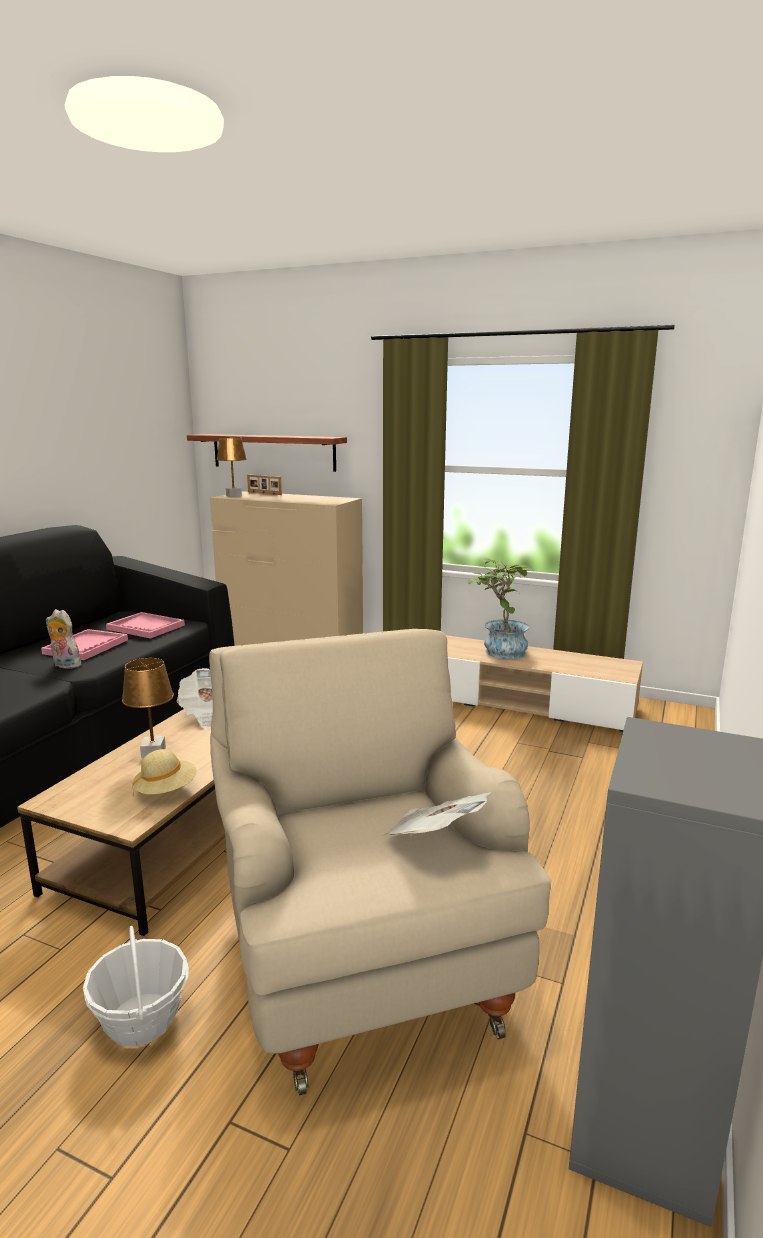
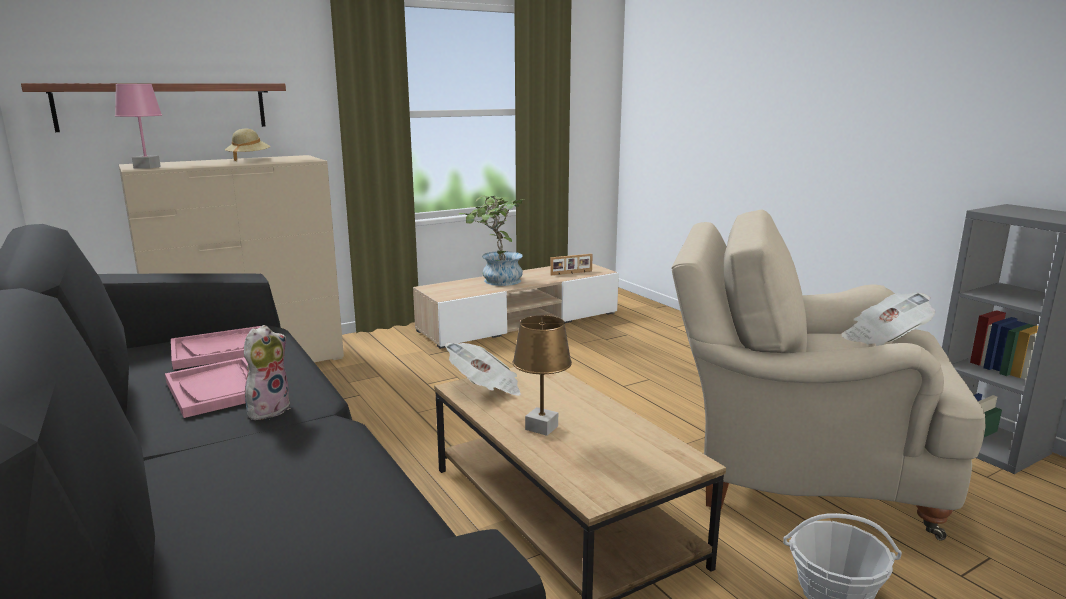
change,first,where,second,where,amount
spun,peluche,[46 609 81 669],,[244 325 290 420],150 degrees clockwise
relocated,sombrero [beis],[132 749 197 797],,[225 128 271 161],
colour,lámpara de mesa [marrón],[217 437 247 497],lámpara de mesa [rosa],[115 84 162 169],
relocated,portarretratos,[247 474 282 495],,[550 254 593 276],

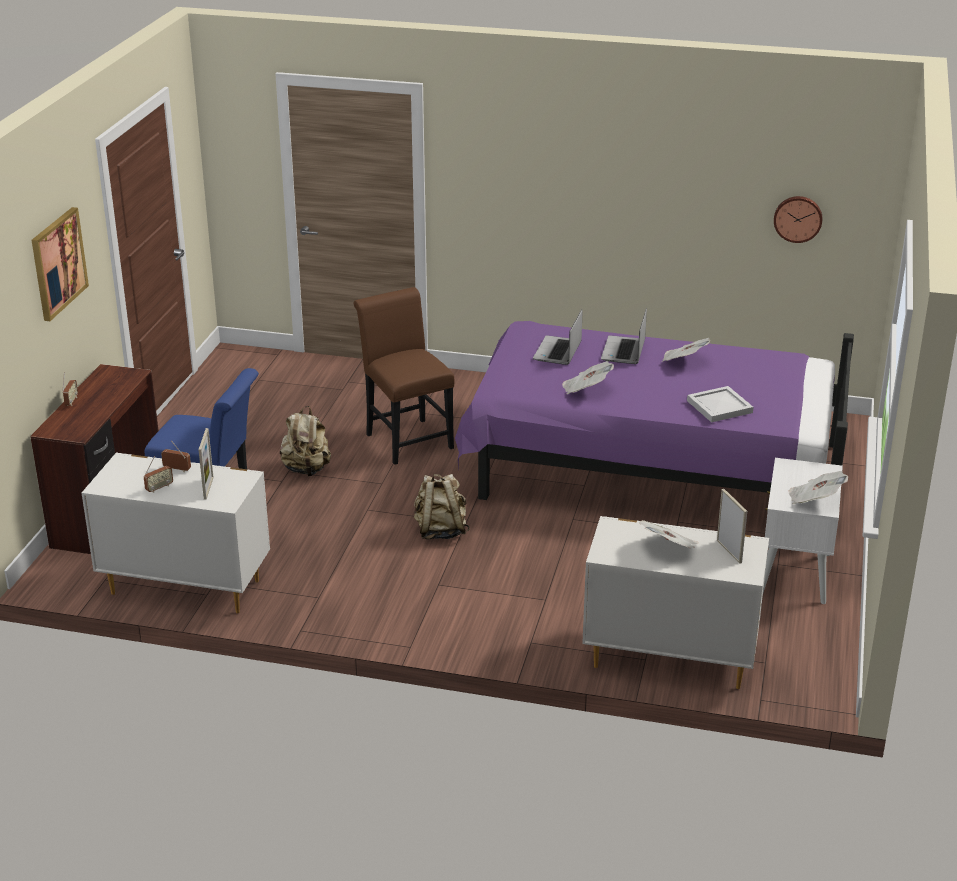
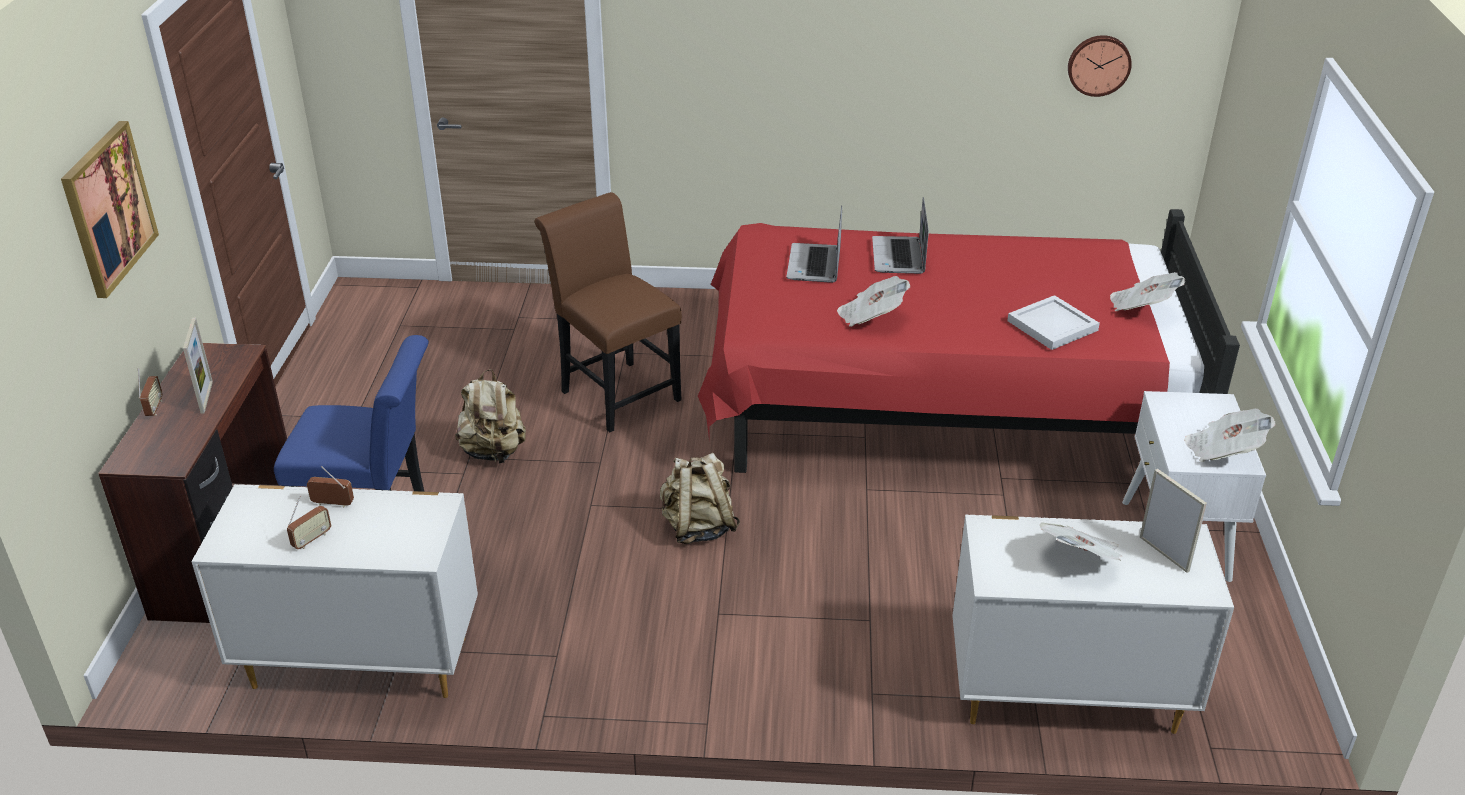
change,first,where,second,where,amount
relocated,portarretratos,[198 428 214 499],,[183 317 213 414],
colour,cama [morado],[455 321 854 500],cama [rojo],[698 209 1240 473],
relocated,periódico,[661 338 710 362],,[1110 272 1185 311],

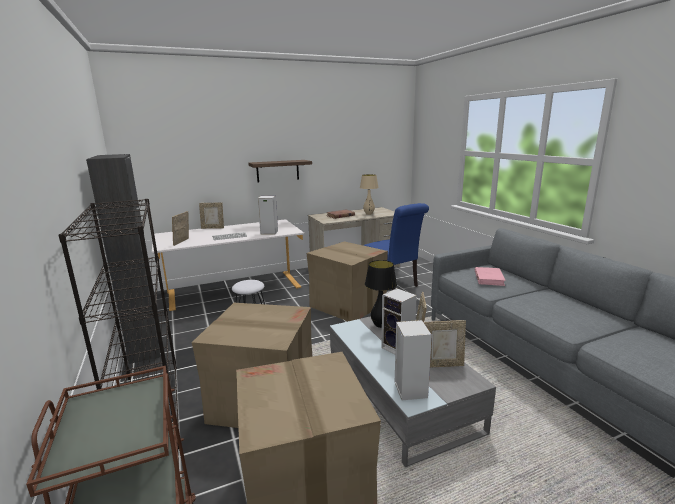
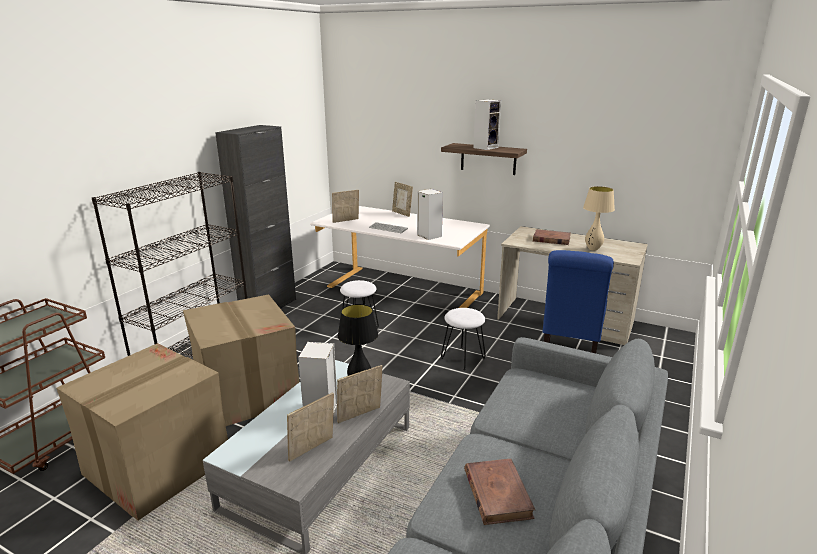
change,first,where,second,where,amount
exchanged,caja de cartón,[307 241 388 321],taburete [blanco],[441 308 486 370],
relocated,altavoz,[395 320 432 400],,[473 99 501 150],
spun,portarretratos,[424 320 466 368],,[287 392 334 462],90 degrees clockwise
missing,libro [rosa],[475 267 506 286],,,
appeared,,,libro [marrón],[464 459 535 525],

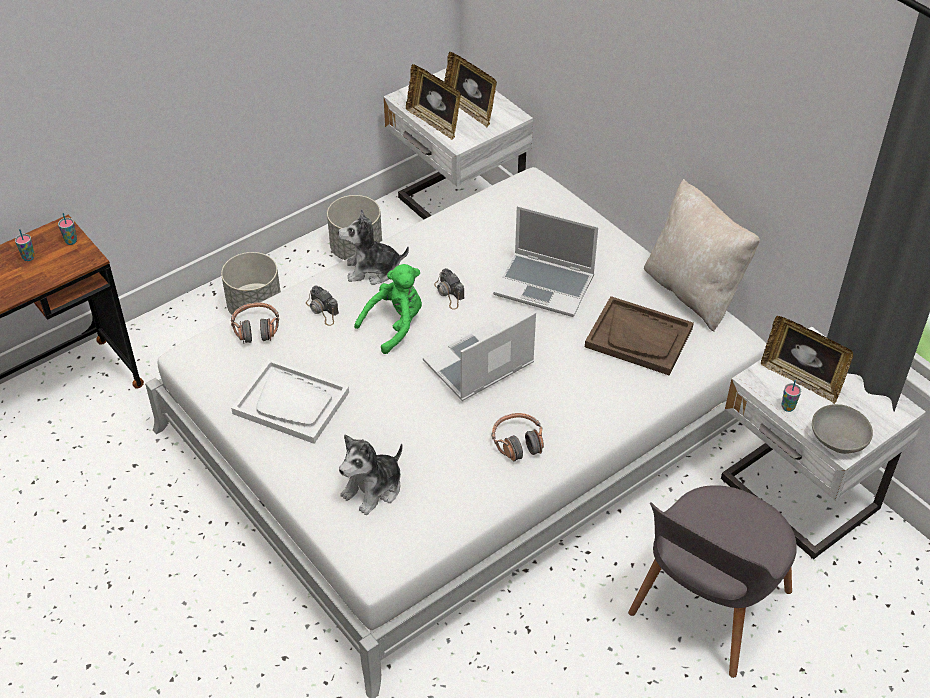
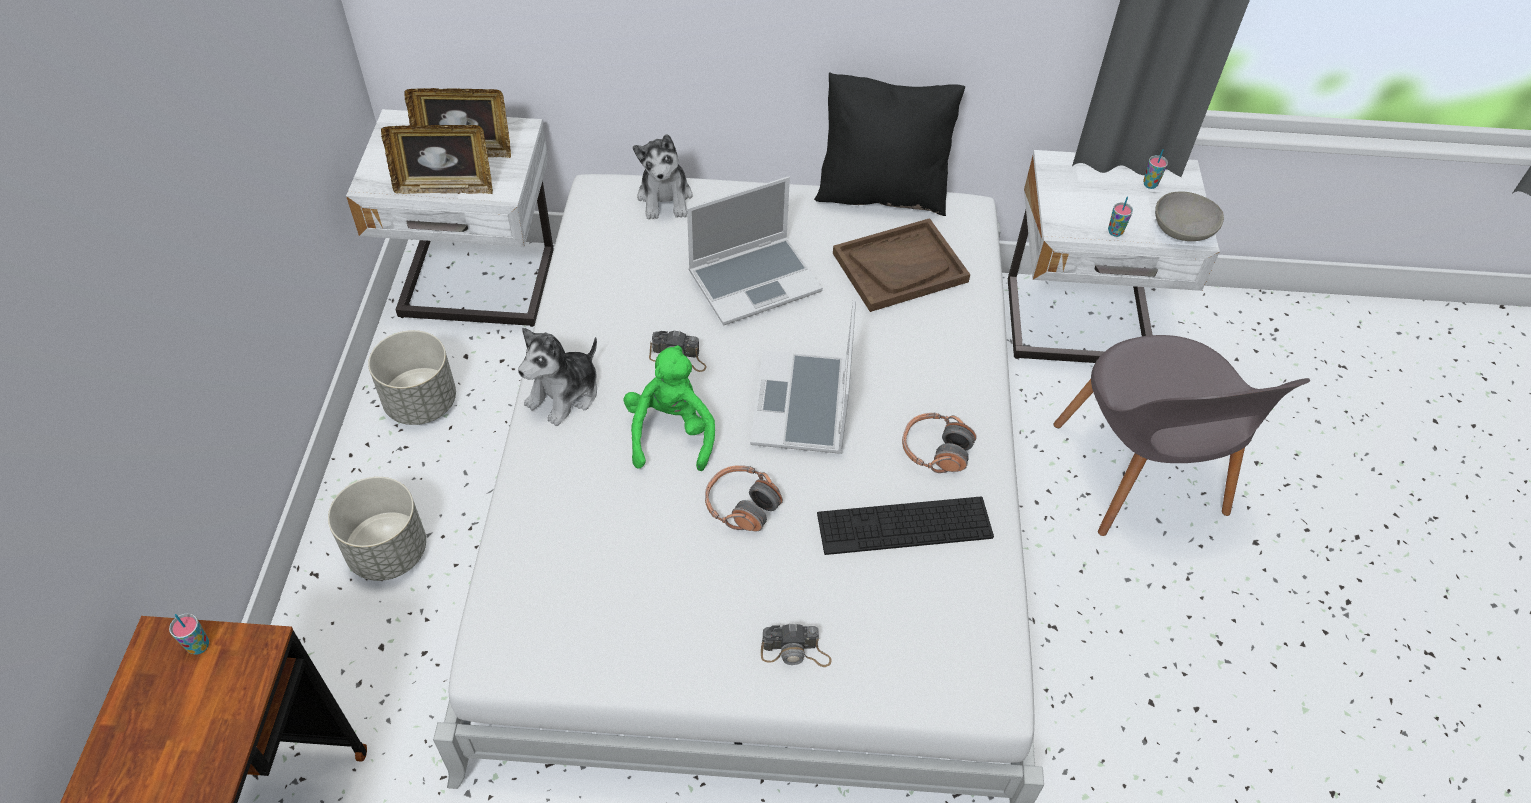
change,first,where,second,where,amount
relocated,taza,[15 229 35 261],,[1143 149 1168 189],
relocated,auriculares,[231 302 279 344],,[705 465 783 531],
missing,bandeja [blanco],[231 359 349 444],,,
relocated,cámara,[306 286 339 326],,[761 624 832 667],
relocated,peluche,[339 434 403 515],,[633 134 693 219],
colour,cojín [beis],[644 179 760 331],cojín [negro],[814 72 965 216],
missing,portarretratos,[761 316 853 404],,,
appeared,,,teclado,[817 496 994 555],

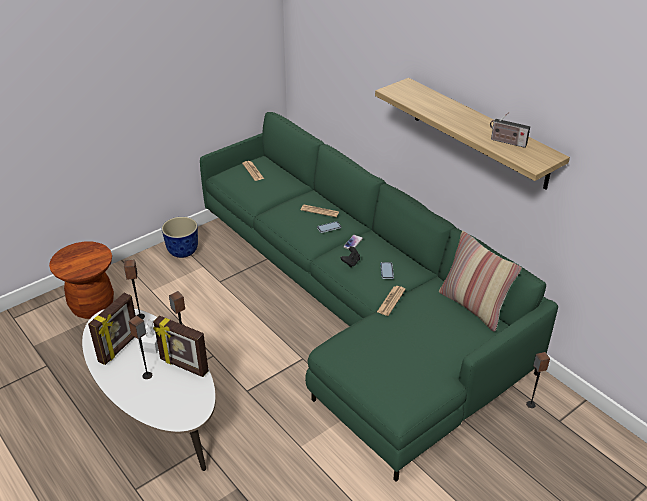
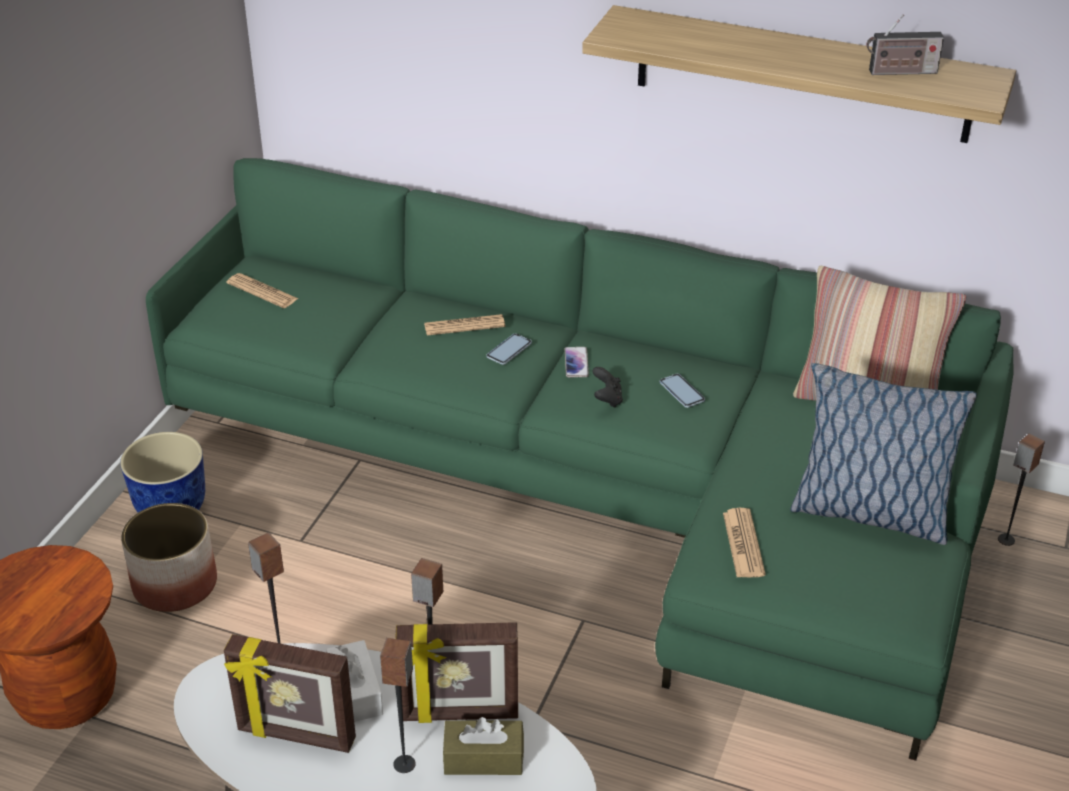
change,first,where,second,where,amount
spun,portarretratos,[88 293 136 365],,[224 634 356 753],105 degrees clockwise
relocated,periódico,[377 286 406 316],,[723 508 766 577],
appeared,,,maceta,[121 503 217 612],
appeared,,,caja de pañuelos [marrón],[443 717 524 775],
appeared,,,cojín,[790 363 977 545],

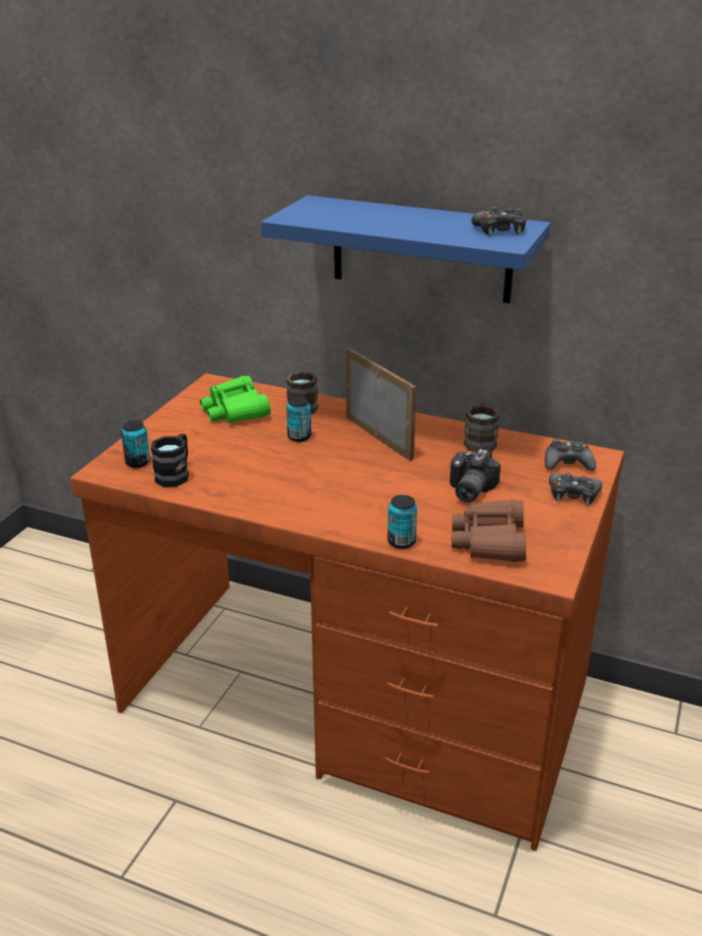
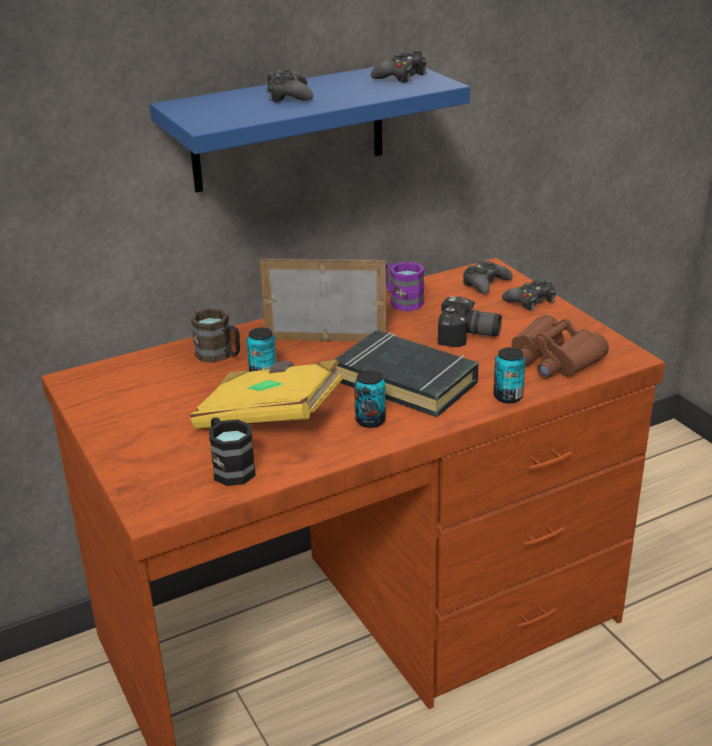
change,first,where,second,where,amount
relocated,lata,[121 420 150 468],,[354 370 386 428],
missing,prismáticos [verde],[200 376 271 423],,,
spun,cámara,[450 449 501 503],,[438 296 502 347],45 degrees counterclockwise
colour,taza grande [marrón],[464 403 500 452],taza grande [morado],[386 262 425 311],
appeared,,,libro [amarillo],[190 360 343 429],
appeared,,,mando de consola [negro],[266 68 313 102],
appeared,,,libro [negro],[334 330 479 417],

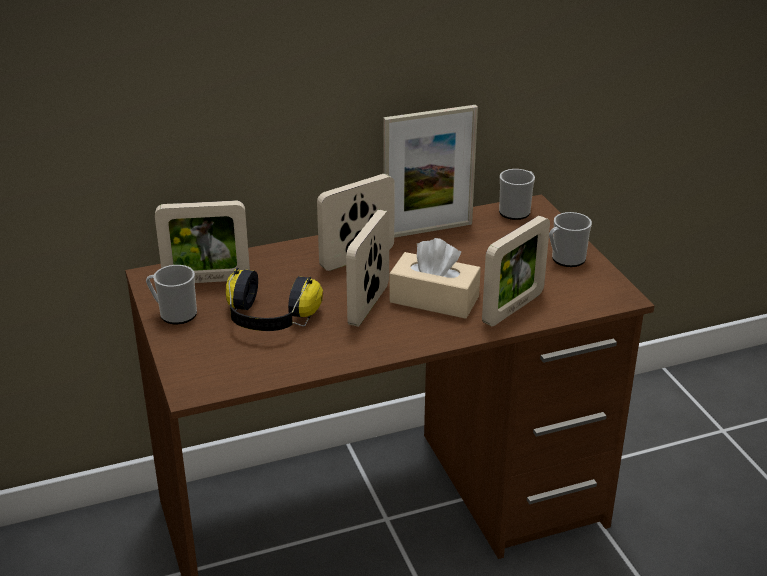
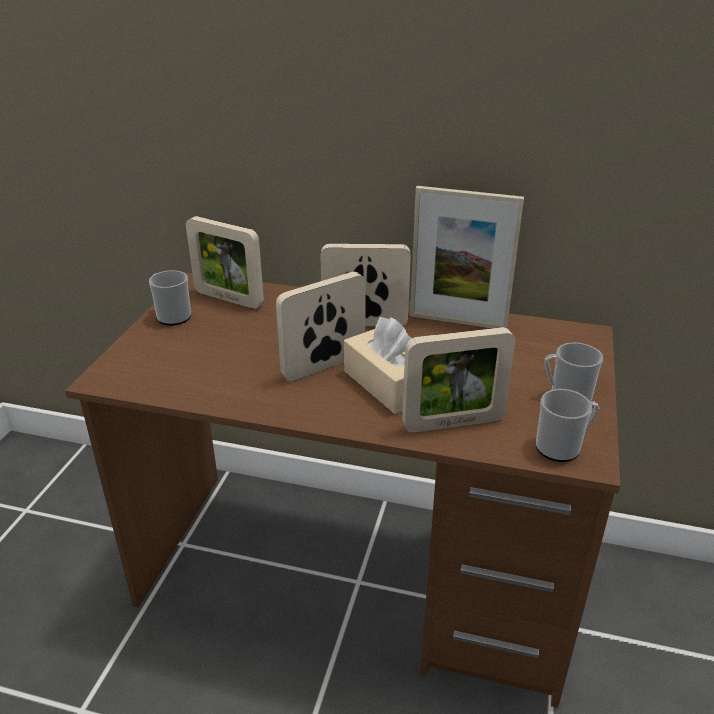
change,first,where,second,where,amount
missing,auriculares,[226 268 323 331],,,
relocated,taza grande,[499 169 535 220],,[536 389 599 462],

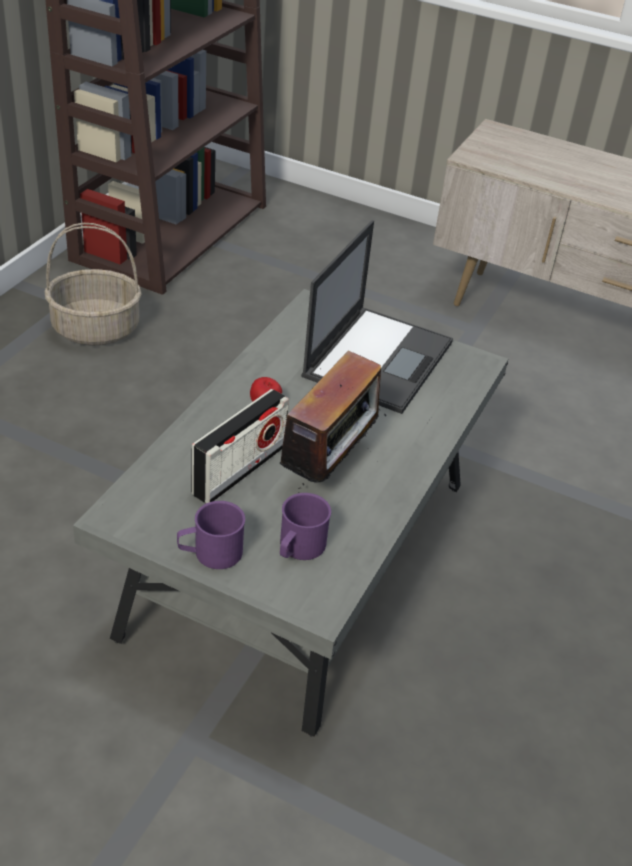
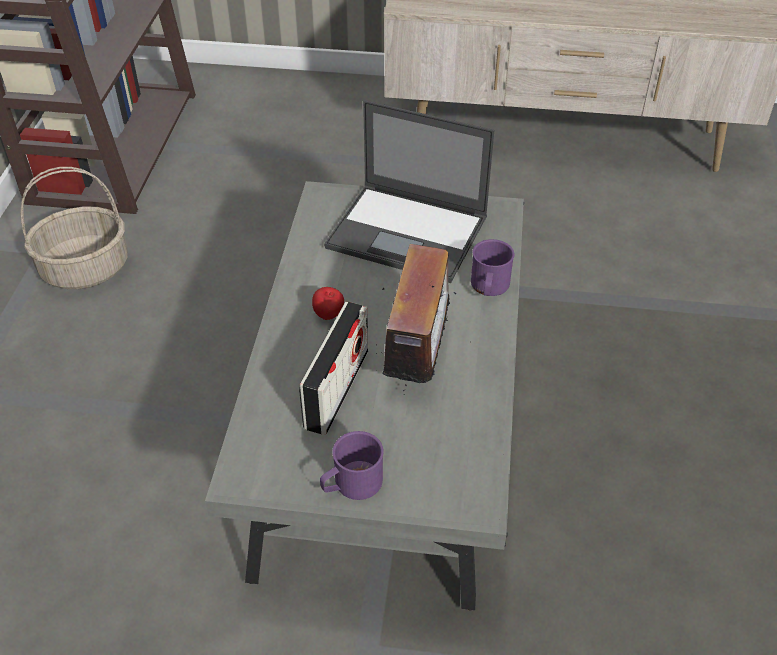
change,first,where,second,where,amount
relocated,taza grande [morado],[280 493 331 560],,[471 239 514 296],
spun,portátil,[301 220 453 414],,[324 100 494 283],105 degrees clockwise

